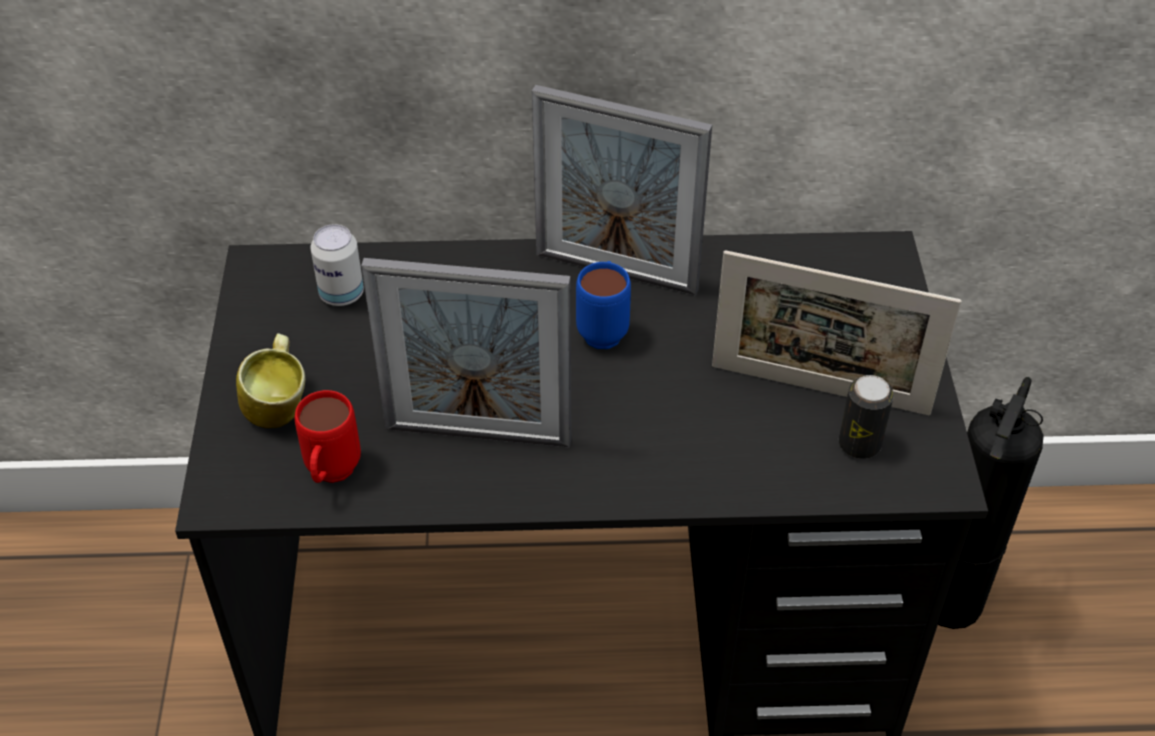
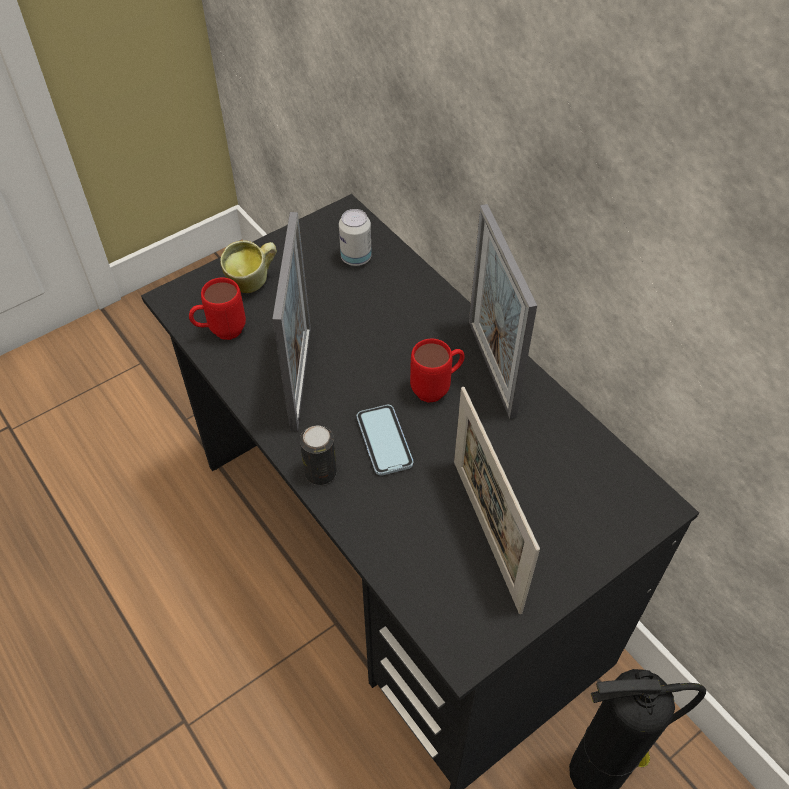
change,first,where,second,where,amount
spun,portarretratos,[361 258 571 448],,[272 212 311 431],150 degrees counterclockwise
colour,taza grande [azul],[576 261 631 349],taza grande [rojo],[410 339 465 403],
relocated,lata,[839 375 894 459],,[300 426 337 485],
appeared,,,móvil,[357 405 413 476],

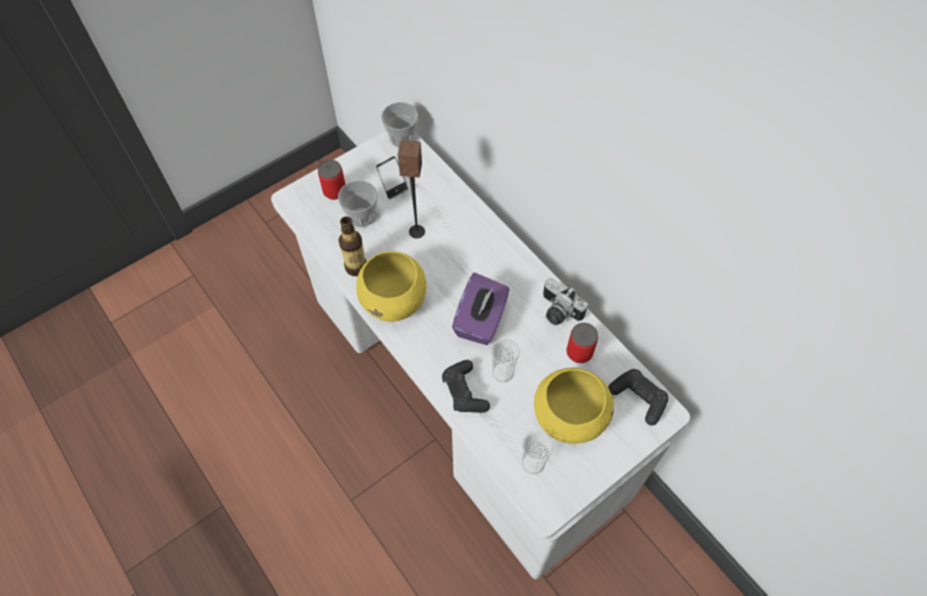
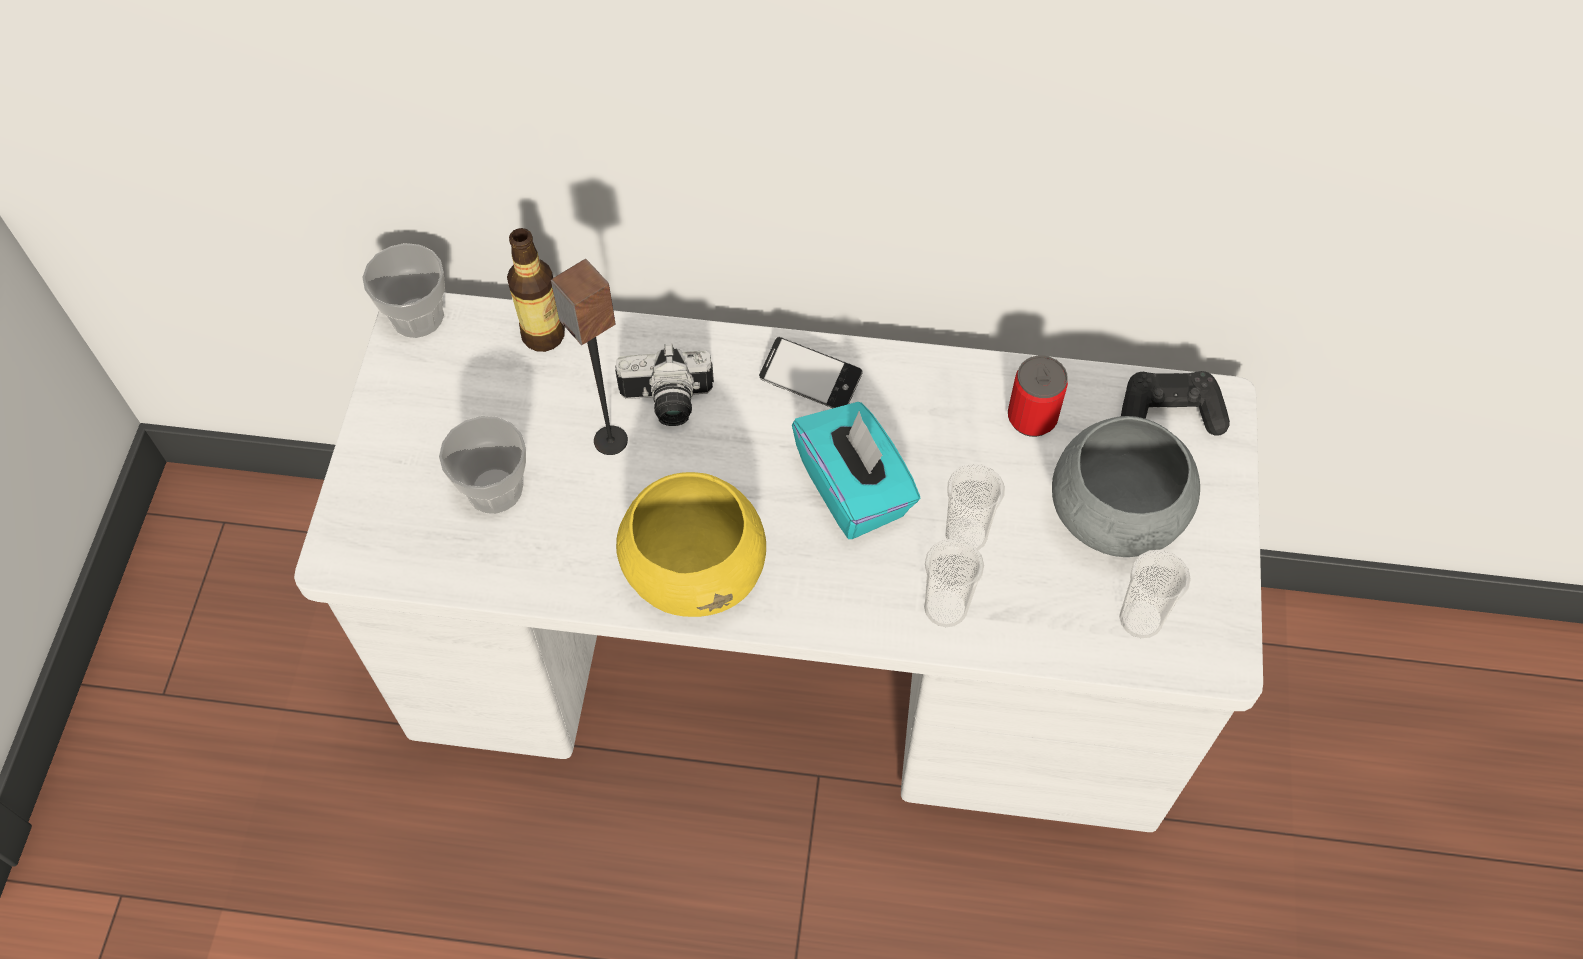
change,first,where,second,where,amount
missing,lata,[318 160 346 200],,,
relocated,botella,[338 216 367 276],,[507 228 565 352],
relocated,móvil,[376 156 408 199],,[759 337 863 408],
exchanged,mando de consola [negro],[442 360 490 413],taza,[924 538 984 627],
colour,caja de pañuelos [morado],[452 273 509 345],caja de pañuelos [turquesa],[792 402 920 539],
colour,cuenco [amarillo],[534 368 614 444],cuenco [gris],[1052 416 1200 557],
relocated,cámara,[543 278 588 325],,[615 344 714 426],

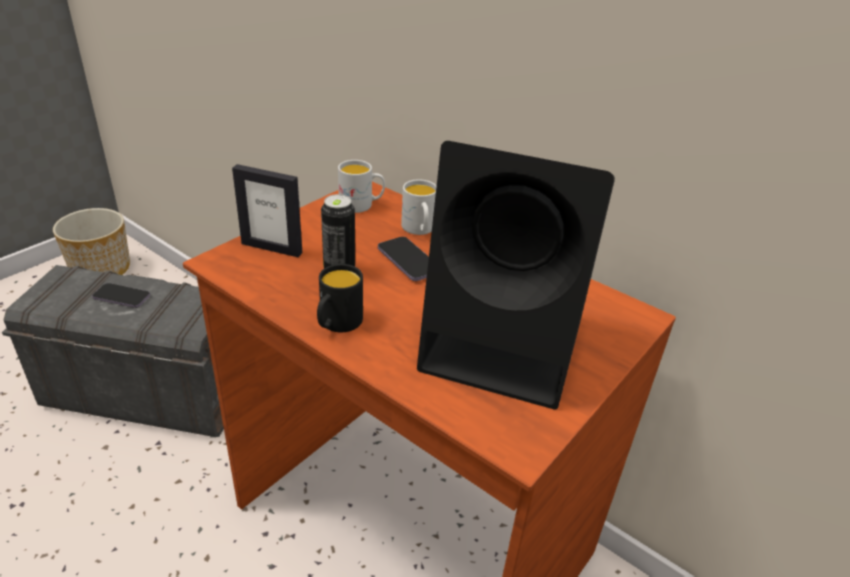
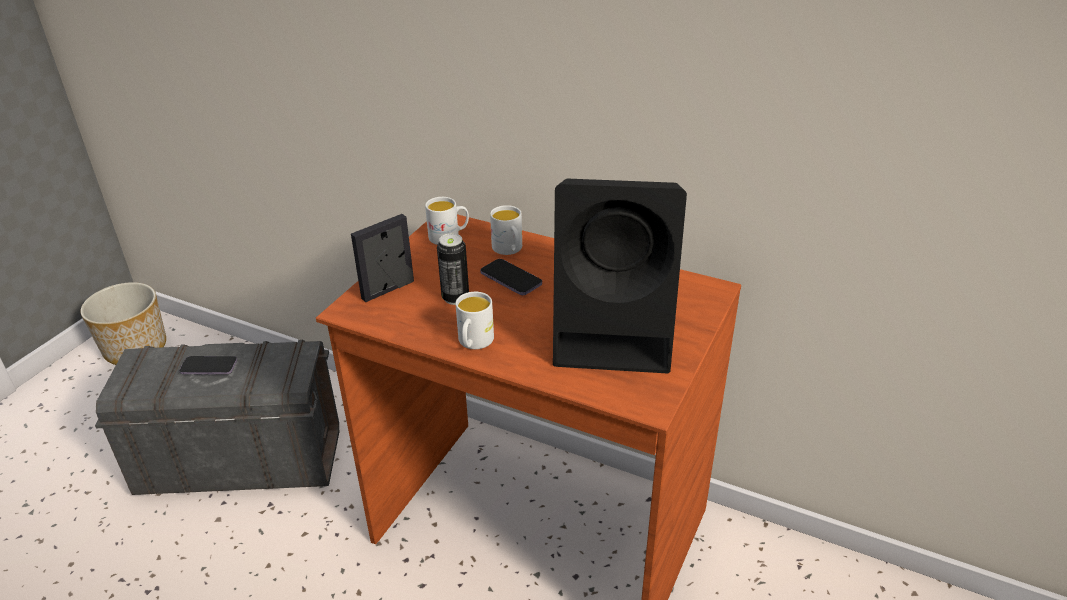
change,first,where,second,where,amount
spun,portarretratos,[232 164 302 257],,[351 214 414 302],135 degrees clockwise
colour,taza grande [negro],[317 264 363 332],taza grande [blanco],[455 292 494 349],

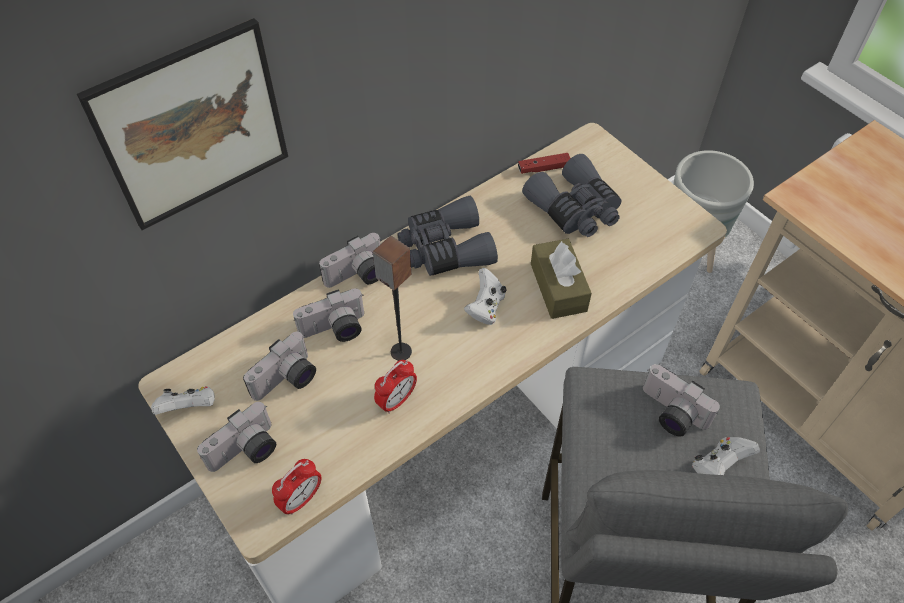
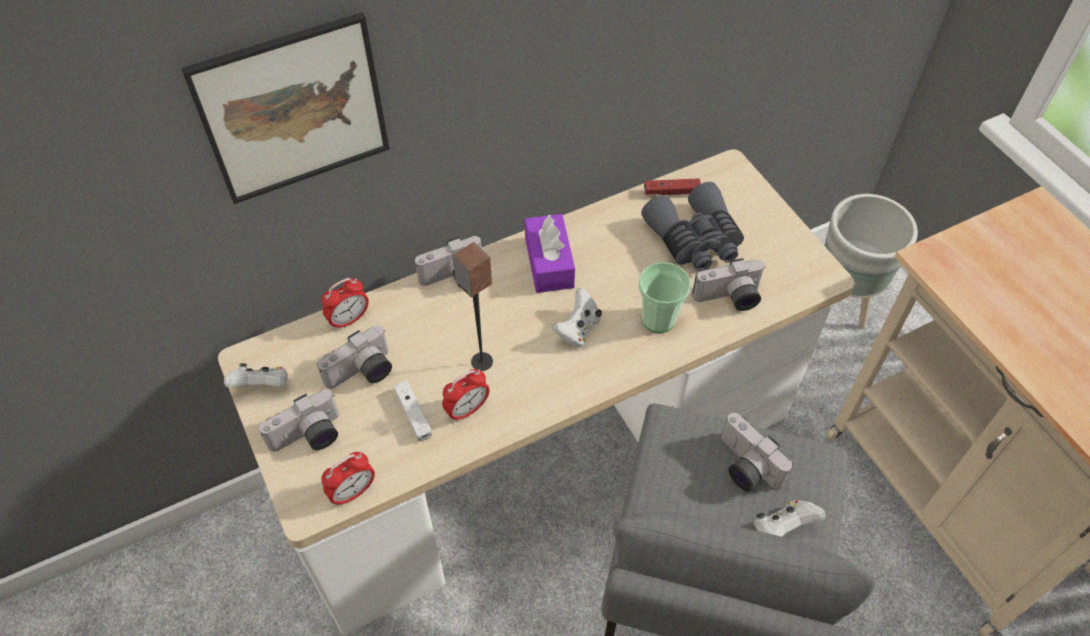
change,first,where,second,where,amount
relocated,cámara,[293 288 364 342],,[692 258 765 311],
exchanged,prismáticos [gris],[397 196 498 276],caja de pañuelos [morado],[525 214 575 293],
exchanged,caja de pañuelos [marrón],[531 239 592 319],taza,[638 262 691 333],
appeared,,,despertador,[321 278 369 330],
appeared,,,mando de consola [blanco],[393 380 432 441],

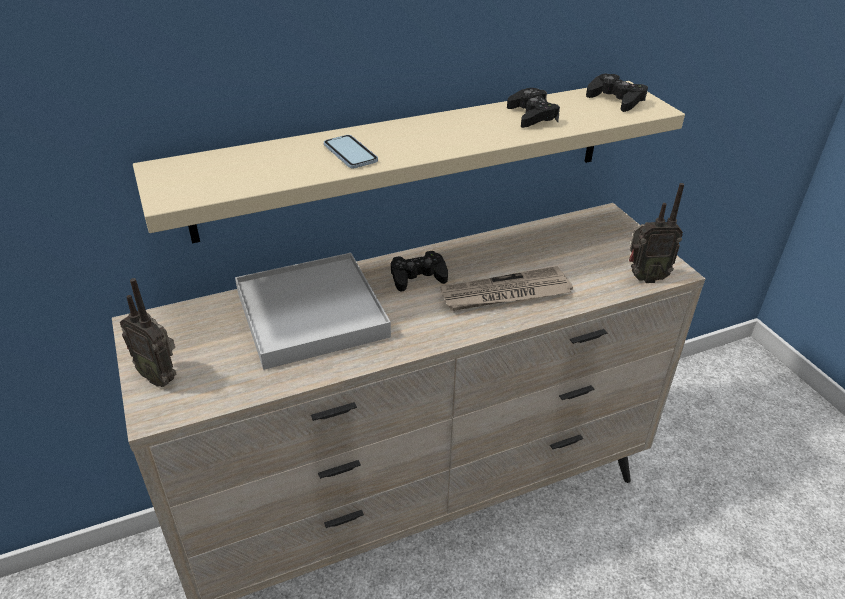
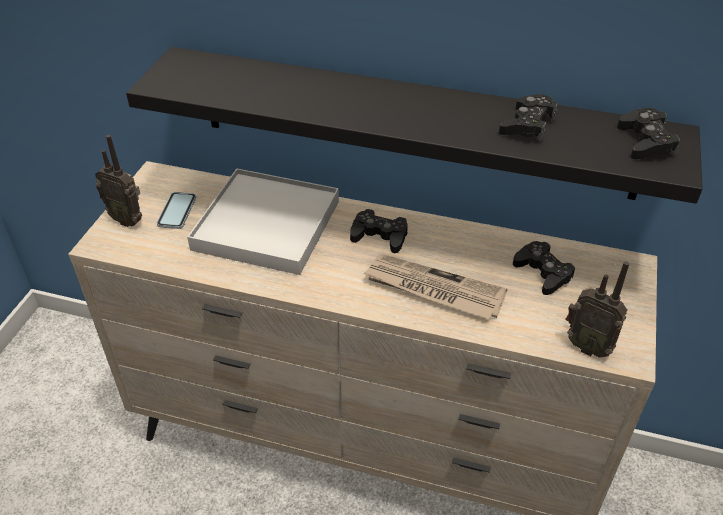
change,first,where,second,where,amount
spun,radio,[120 278 176 387],,[95 135 142 227],45 degrees counterclockwise
colour,estante [beis],[133 81 685 243],estante [negro],[126 47 703 204],
relocated,móvil,[324 135 378 168],,[157 192 196 229],
appeared,,,mando de consola [negro],[513 241 575 295],

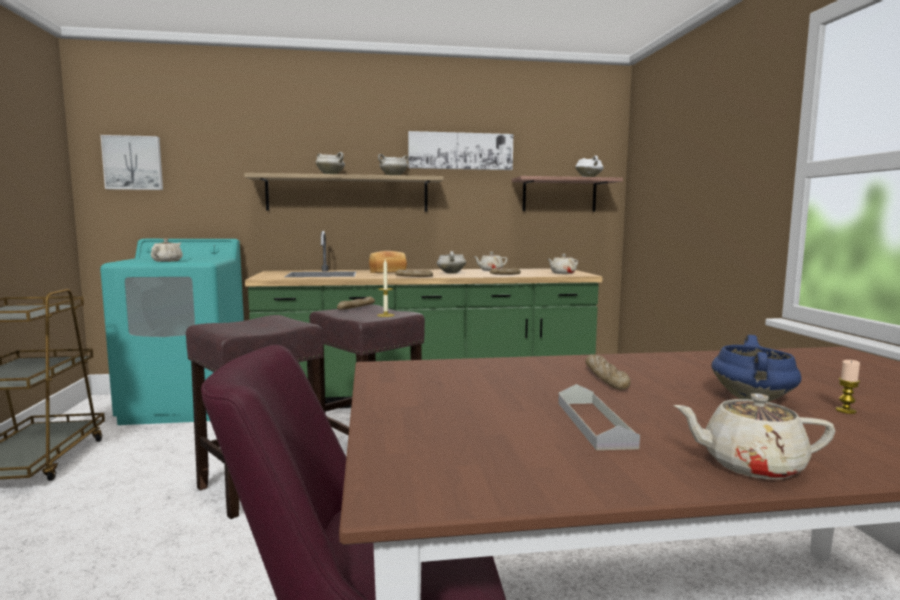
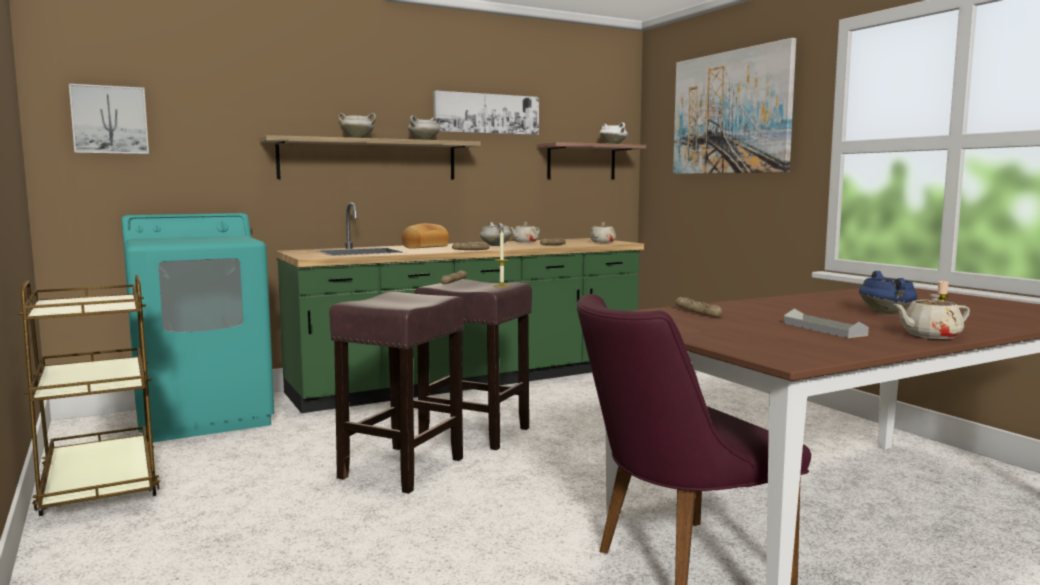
change,first,where,second,where,amount
missing,tetera [beis],[151 239 183 262],,,
relocated,pan,[585 354 631 390],,[675 297 722 317],
appeared,,,cuadro,[673 38 796 174],

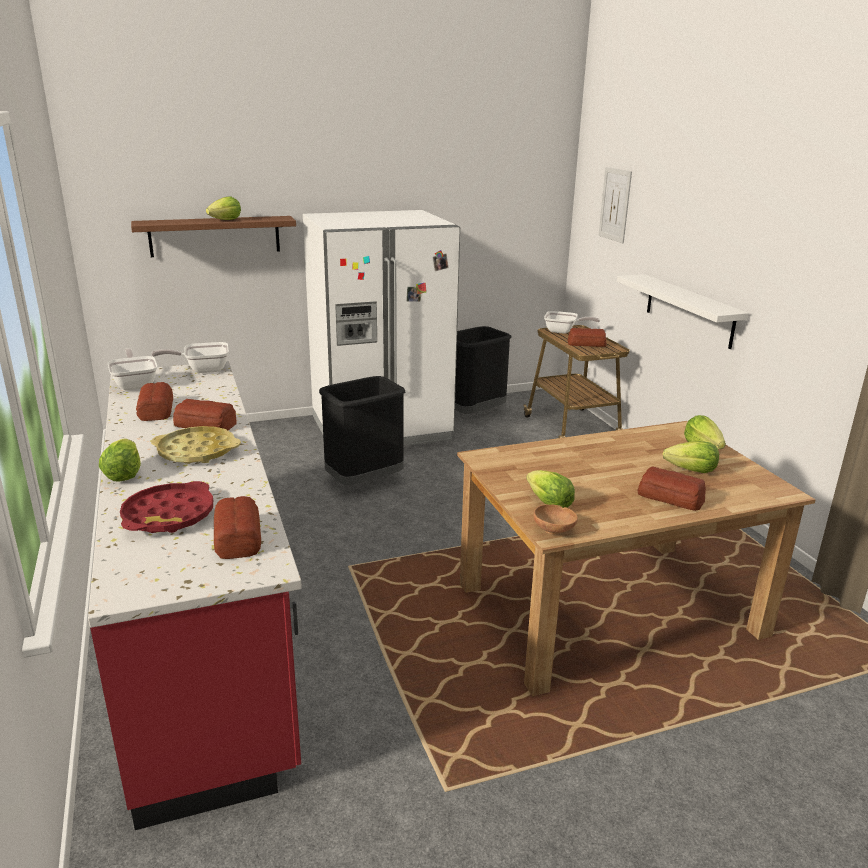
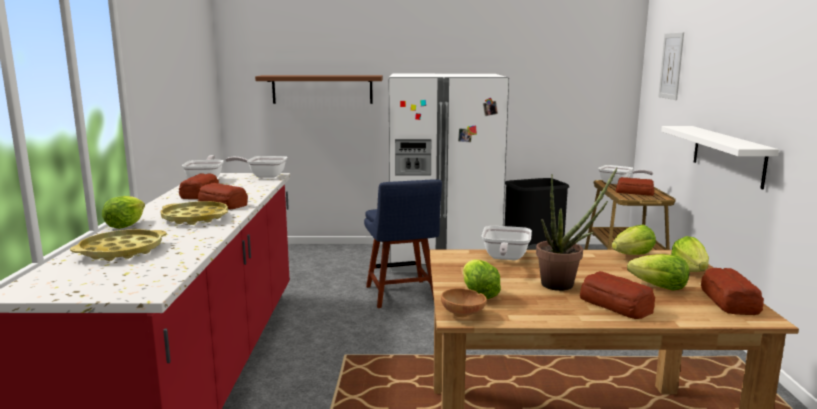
change,first,where,second,where,amount
colour,bandeja [rojo],[120 481 213 533],bandeja [amarillo],[70 229 167 261],
relocated,lechuga,[206 197 241 220],,[612 225 656 255],
relocated,pan,[214 496 261 559],,[701 268 764 315],
exchanged,papelera [negro],[319 376 406 485],silla [azul],[364 179 442 308],
appeared,,,sartén,[482 226 532 260],
appeared,,,planta en maceta,[536 167 618 291],

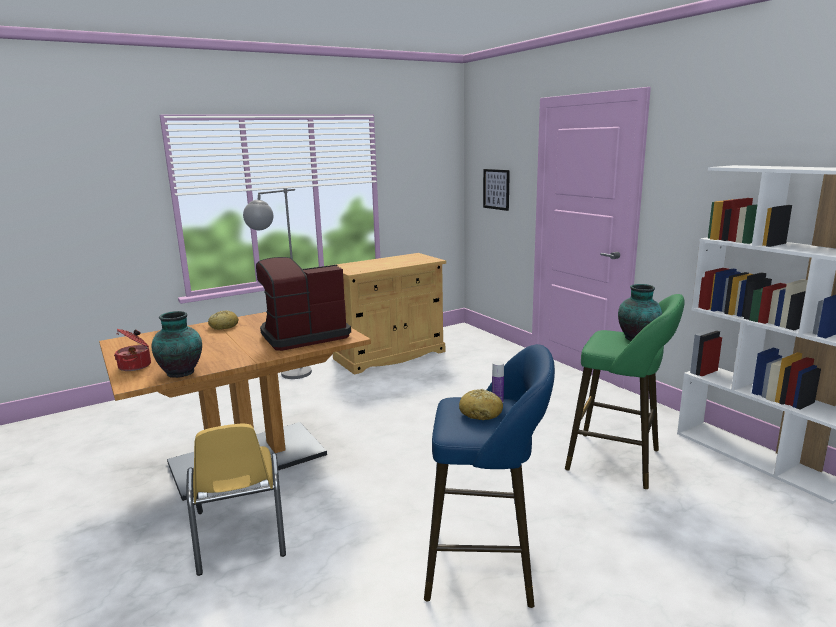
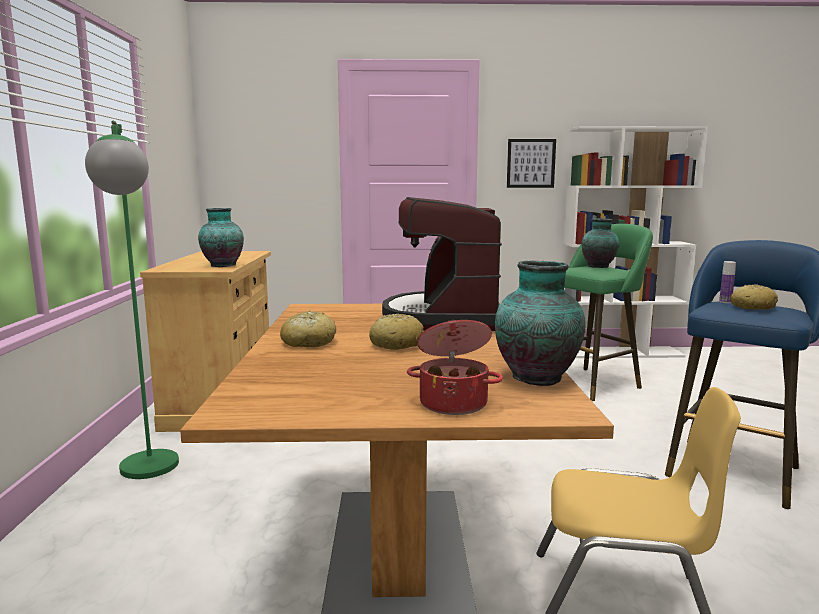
change,first,where,second,where,amount
colour,lámpara de pie [gris],[243 188 312 379],lámpara de pie [verde],[85 121 179 479],
relocated,cuadro,[483 169 510 211],,[507 139 556 188],
appeared,,,florero,[198 208 244 267],
appeared,,,pan,[369 314 424 350],

